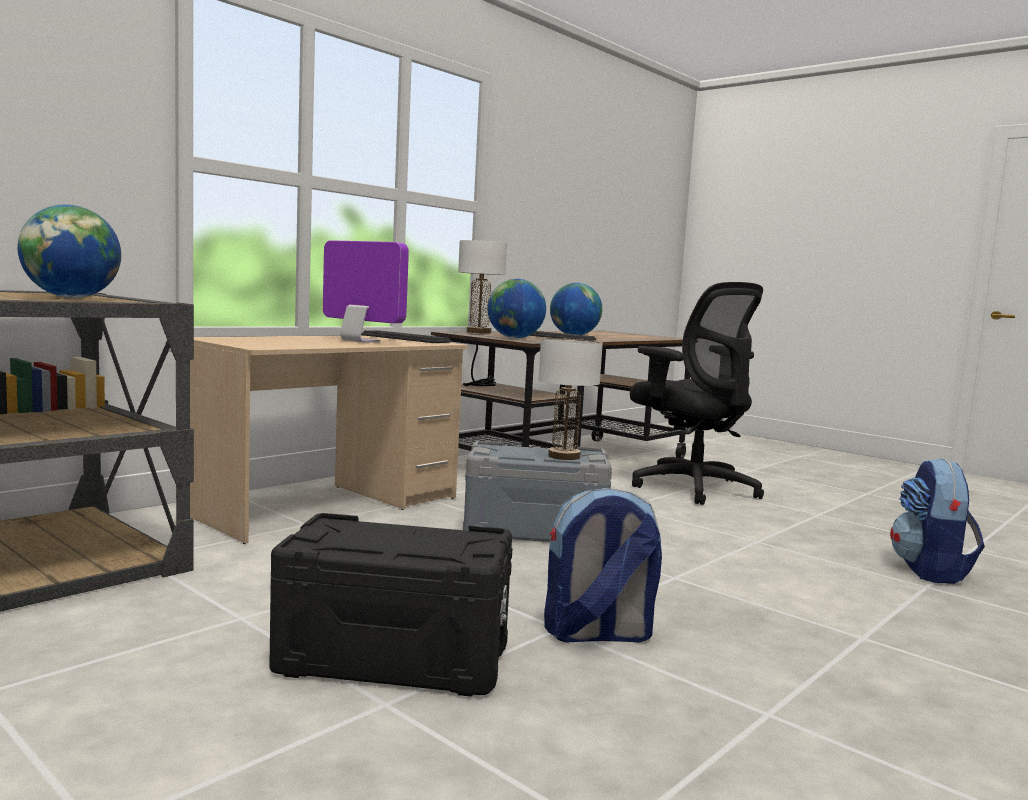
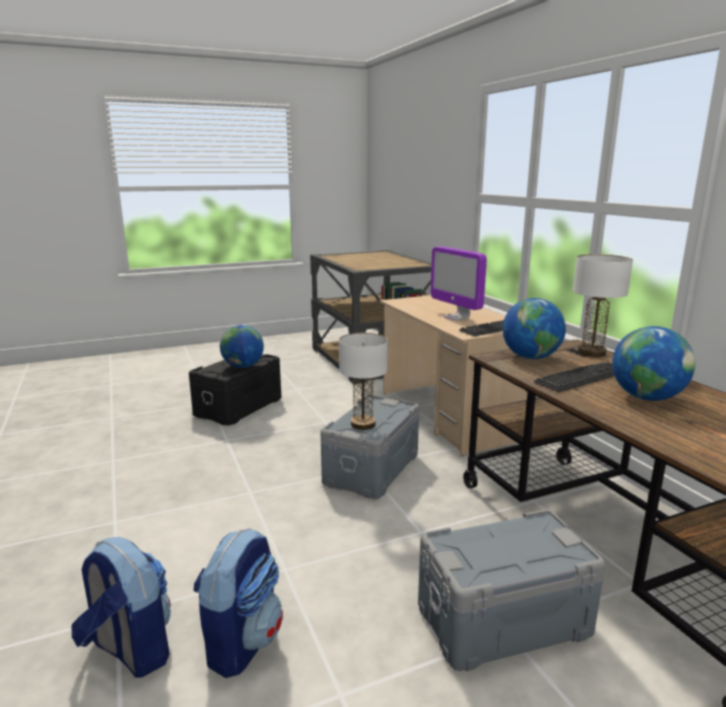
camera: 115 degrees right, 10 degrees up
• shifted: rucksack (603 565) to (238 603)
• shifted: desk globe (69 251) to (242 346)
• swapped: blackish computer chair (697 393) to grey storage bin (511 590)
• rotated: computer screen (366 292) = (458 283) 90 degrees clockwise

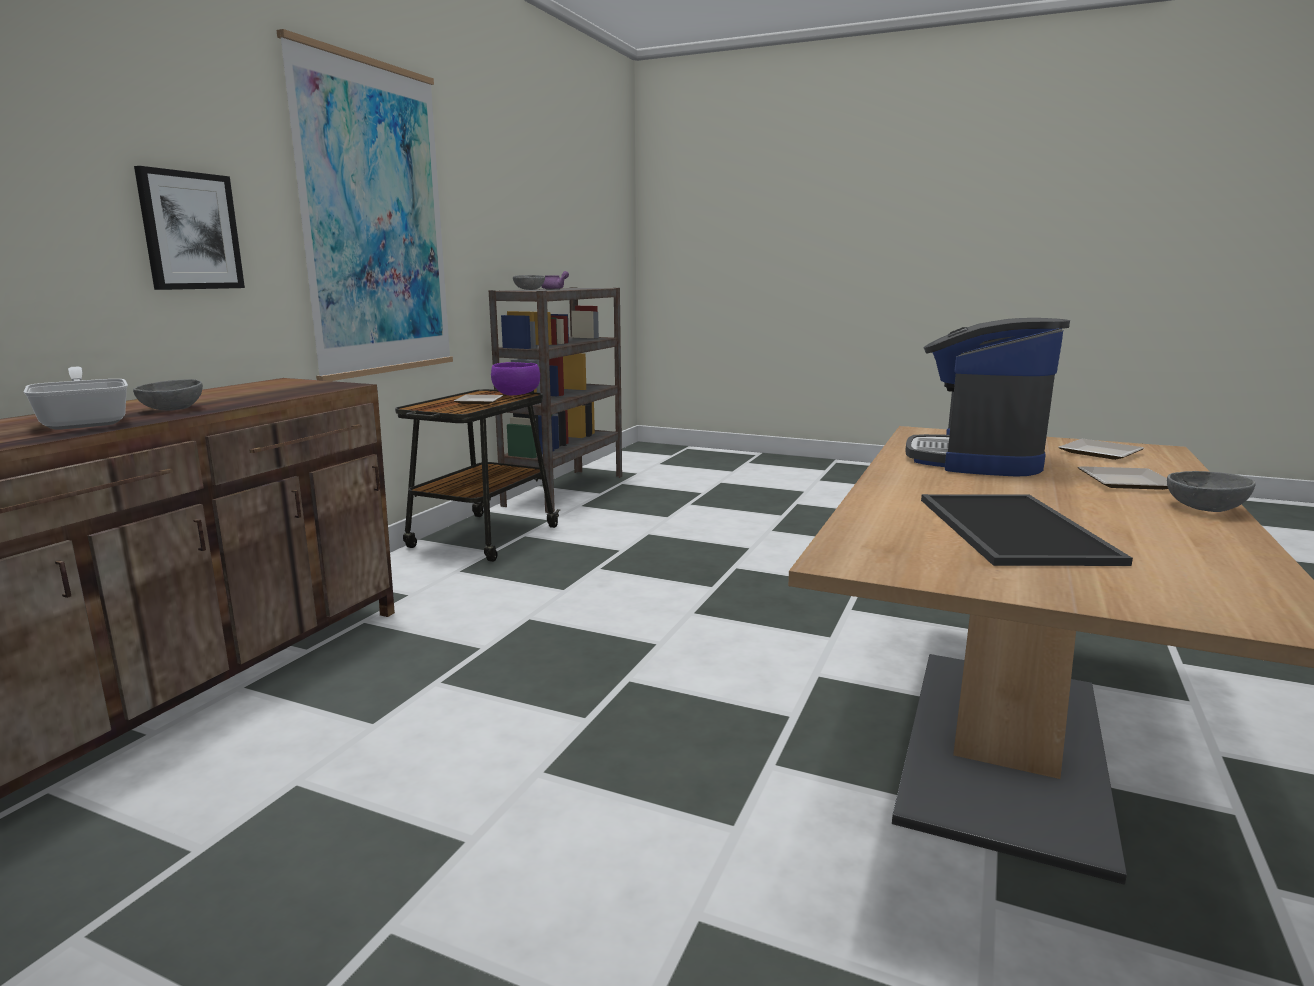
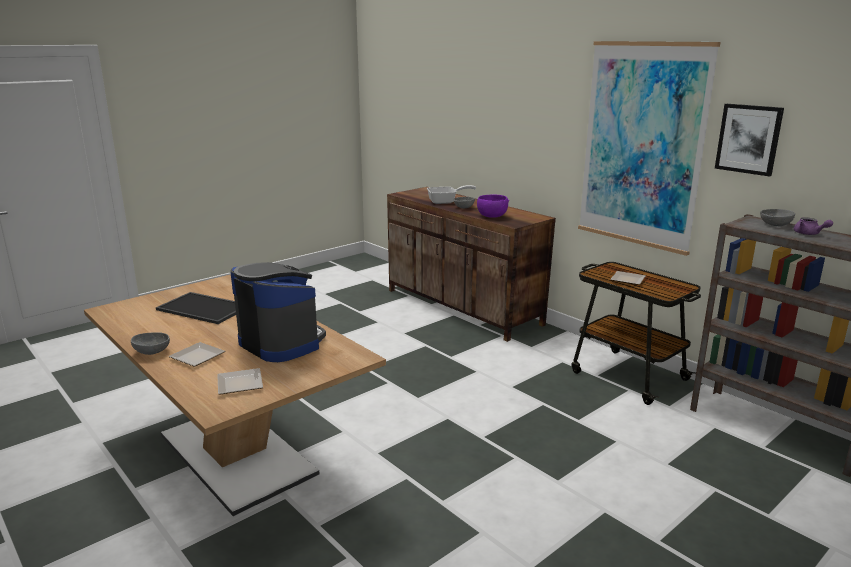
camera: 115 degrees right, 5 degrees up
• shifted: purple serving bowl (515 378) to (493 206)
• shifted: picture (189 228) to (749 140)

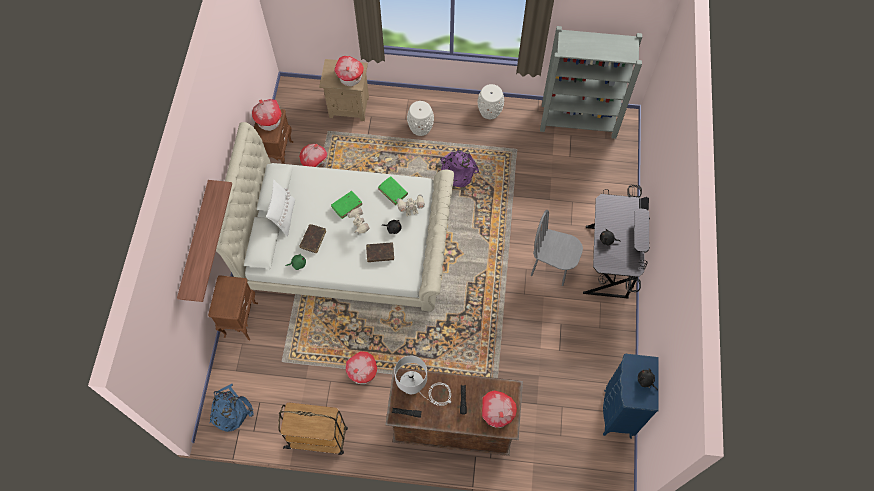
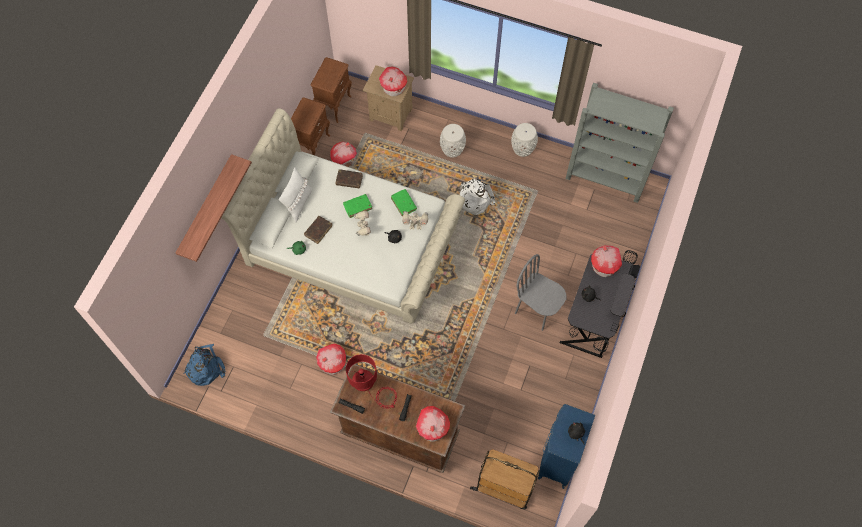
camera: 15 degrees right, 0 degrees up
• shifted: brownish bedside table (233 308) to (331 90)
• shifted: brownish book (380 252) to (349 179)
• repainted: whitish lamp for a table (422 381) to reddish lamp for a table (371 381)
• repainted: purple rucksack (459 168) to whitish rucksack (477 197)
• shifted: brownish trolley (313 428) to (505 479)
• shifted: toy house (267 115) to (606 261)

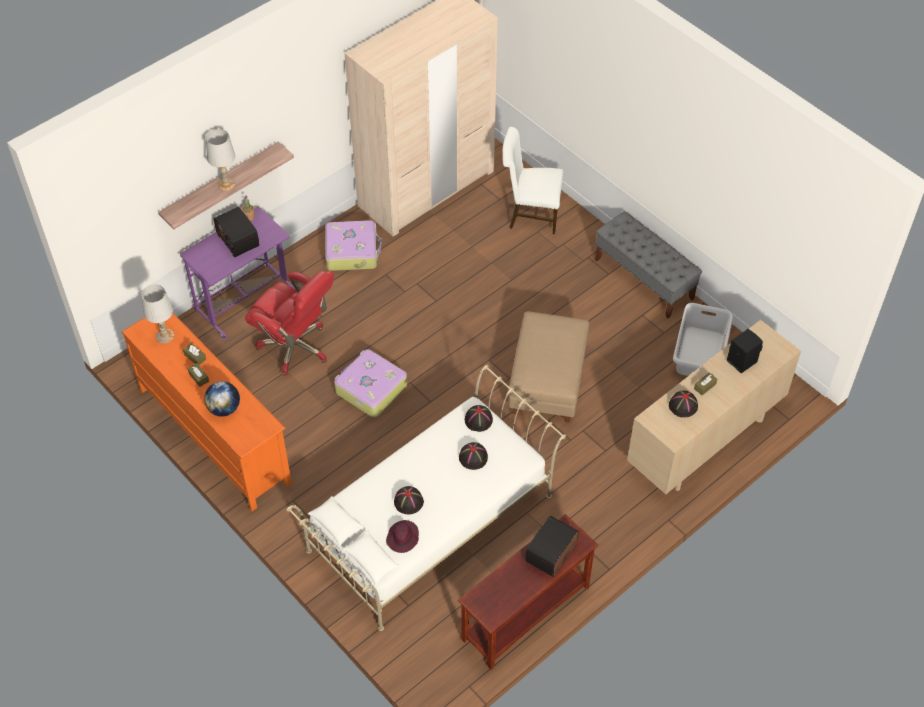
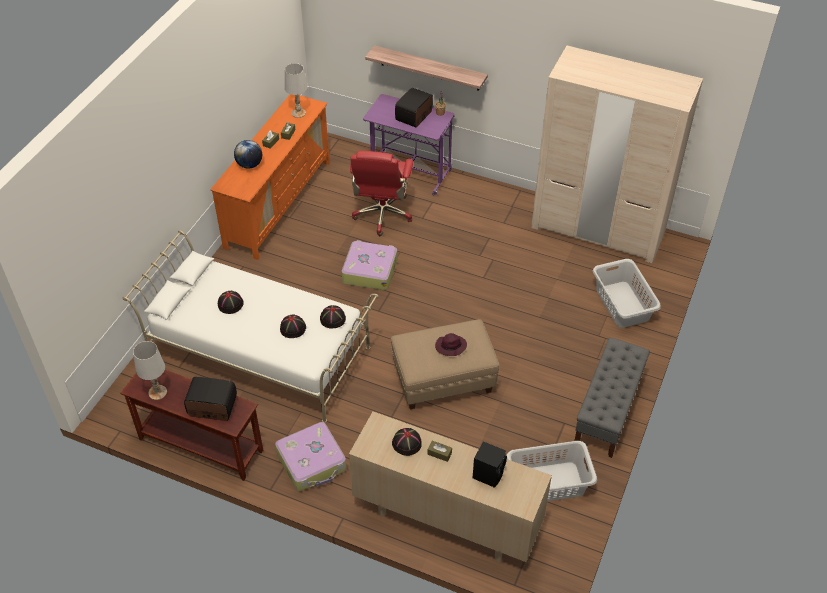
camera: 65 degrees right, 5 degrees down
• shifted: whitish lamp for a table (220 160) to (150 370)
• shifted: travel case (353 245) to (310 456)
• shifted: purple hat (402 536) to (451 344)
• swapped: whitish plain chair (533 180) to grey laundry basket (627 293)

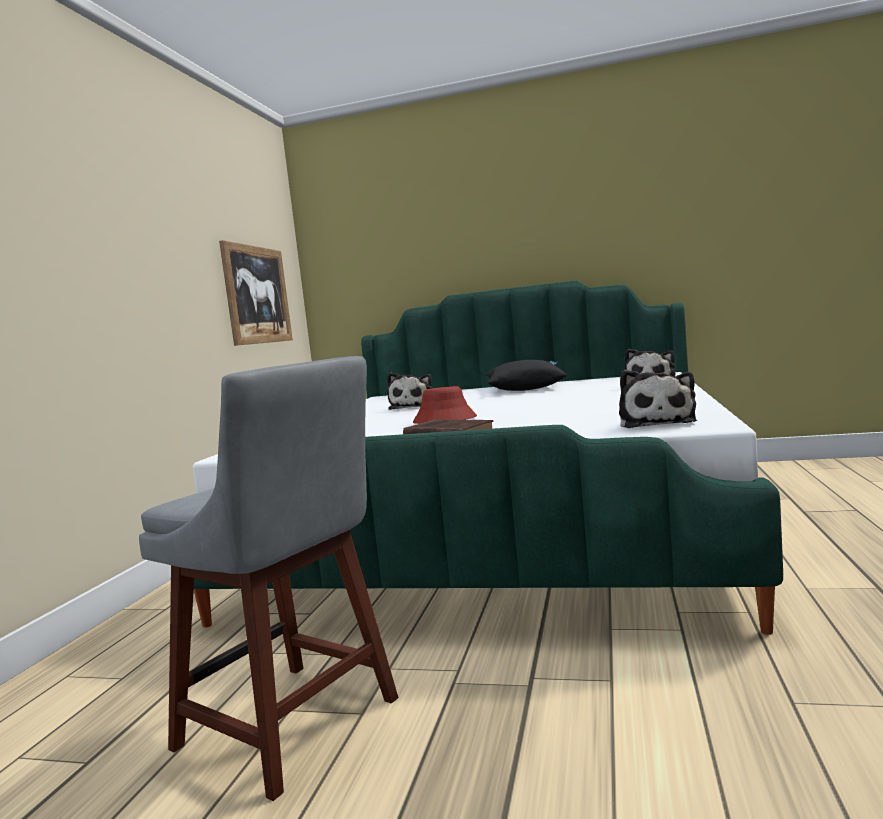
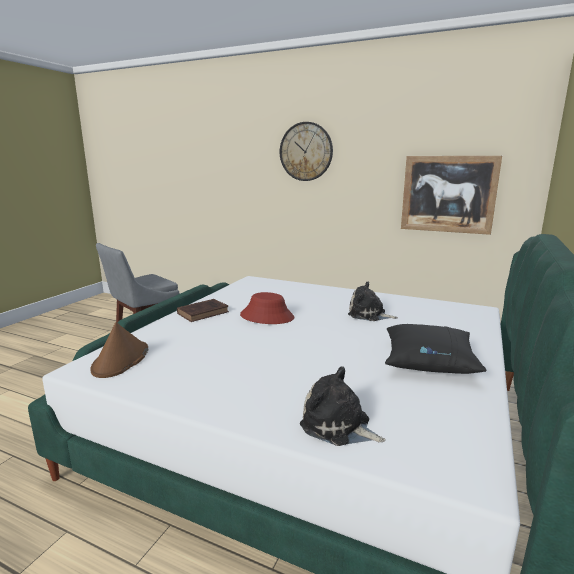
camera: 100 degrees right, 10 degrees up
• swapped: cuddly toy (658 399) to brownish hat (119 350)
• new: clock on the wall (306 151)

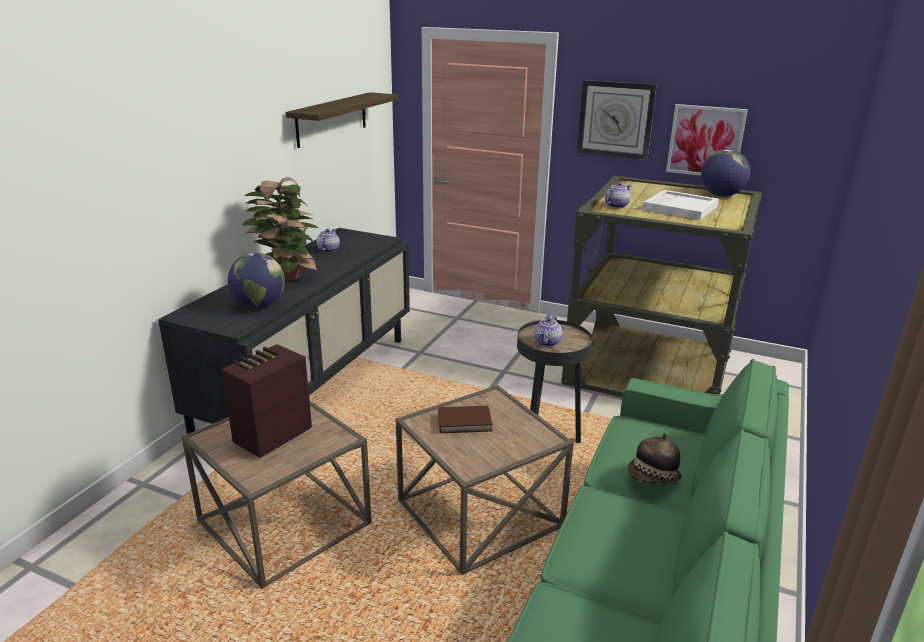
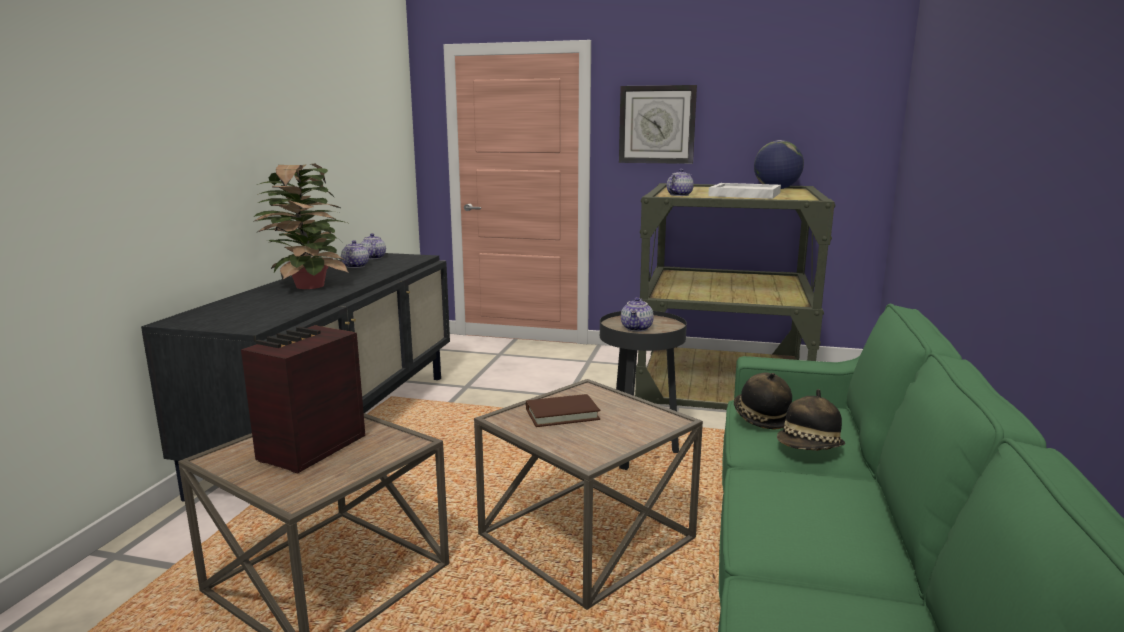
camera: 10 degrees left, 10 degrees down
• new: tea pot (373 246)
• new: hat (763 401)
• gone: desk globe (256 280)
• gone: wall shelf (342 120)
• gone: picture (707 140)

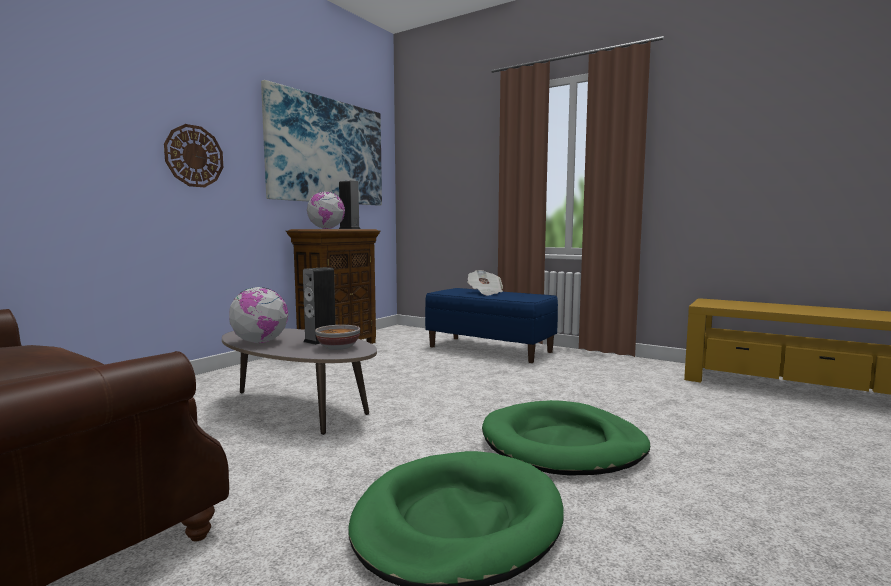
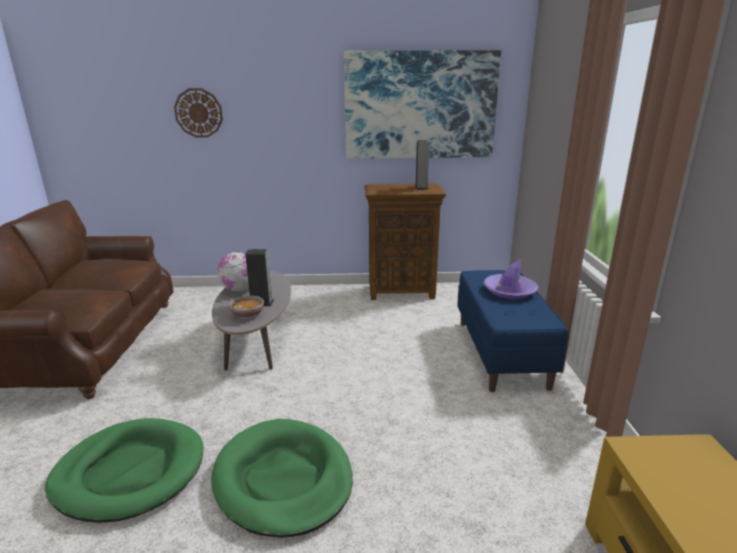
camera: 55 degrees right, 15 degrees up
• shifted: clock on the wall (193 155) to (198 113)
• swapped: printed paper (485 282) to purple hat (510 279)
• gone: desk globe (326 210)

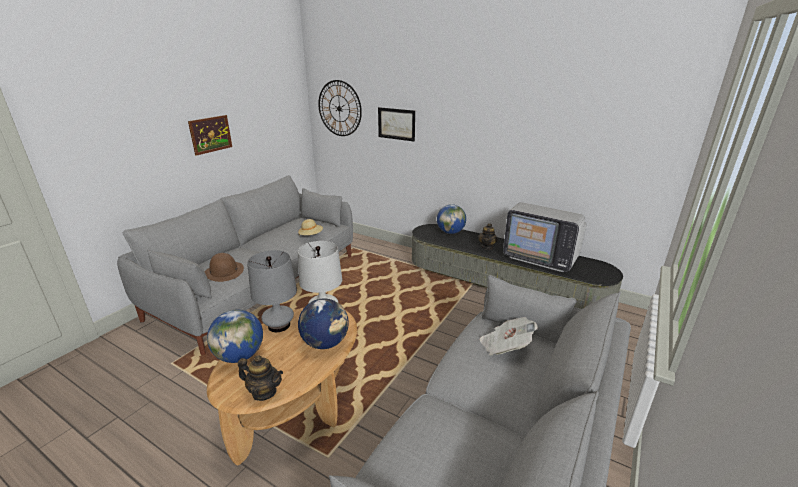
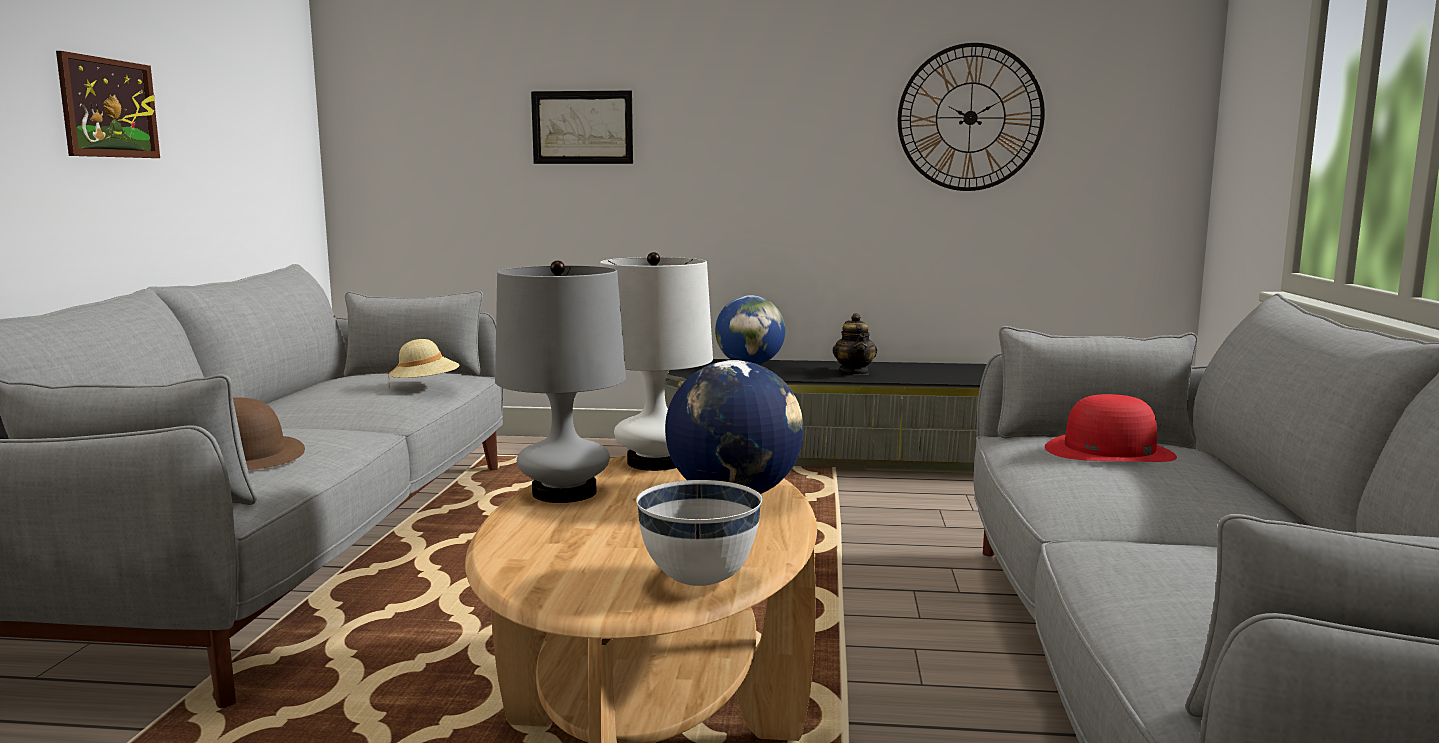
camera: 25 degrees left, 15 degrees down
• swapped: tea pot (260 378) to whitish serving bowl (699 533)
• shifted: clock on the wall (340 108) to (971 117)
• swapped: printed paper (509 336) to reddish hat (1111 428)
• gone: desk globe (235 336)
• gone: television (544 237)

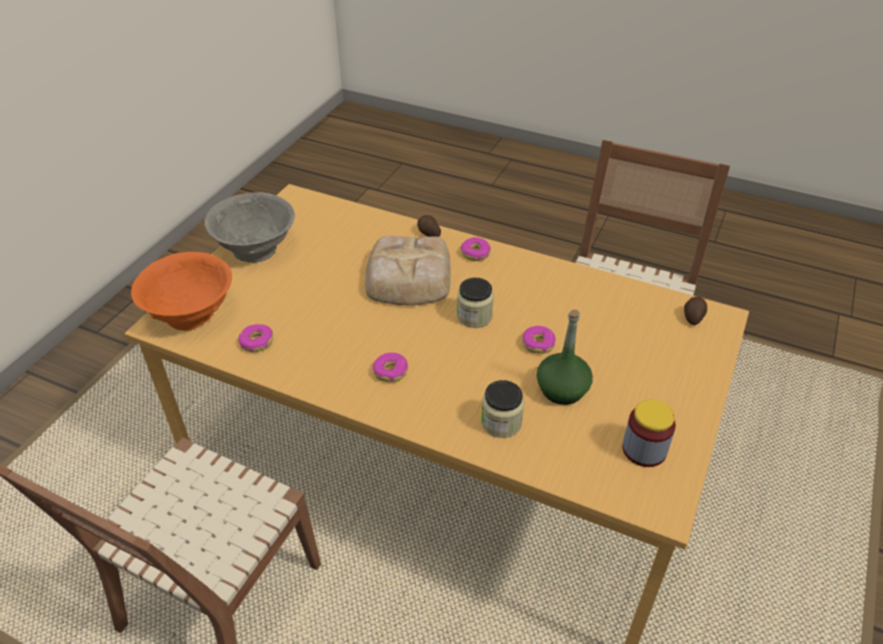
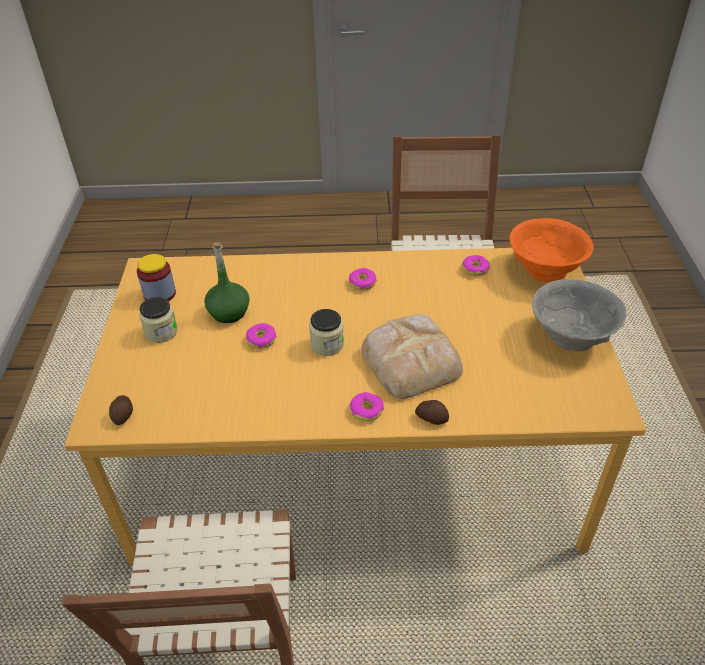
camera: 155 degrees right, 0 degrees up
• shifted: preserve jar (502 409) to (158 320)

